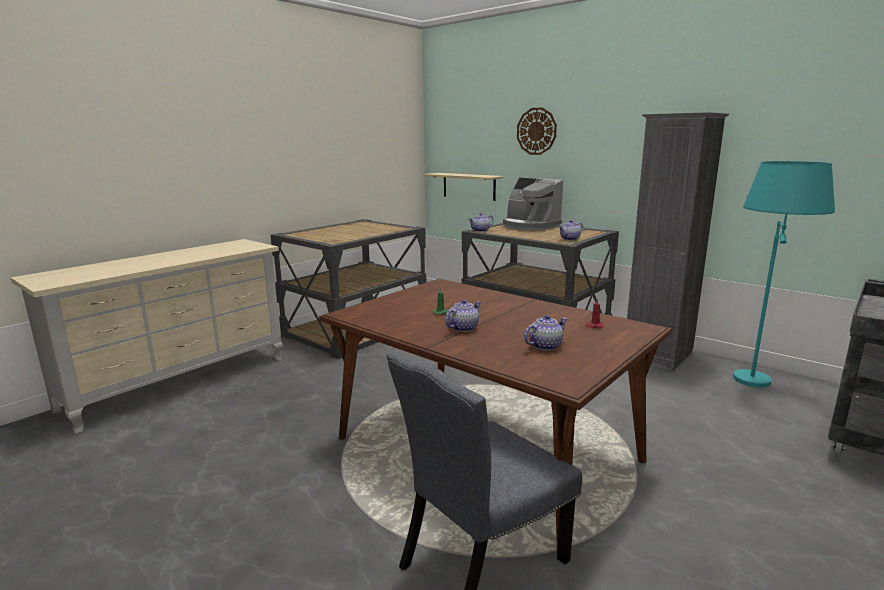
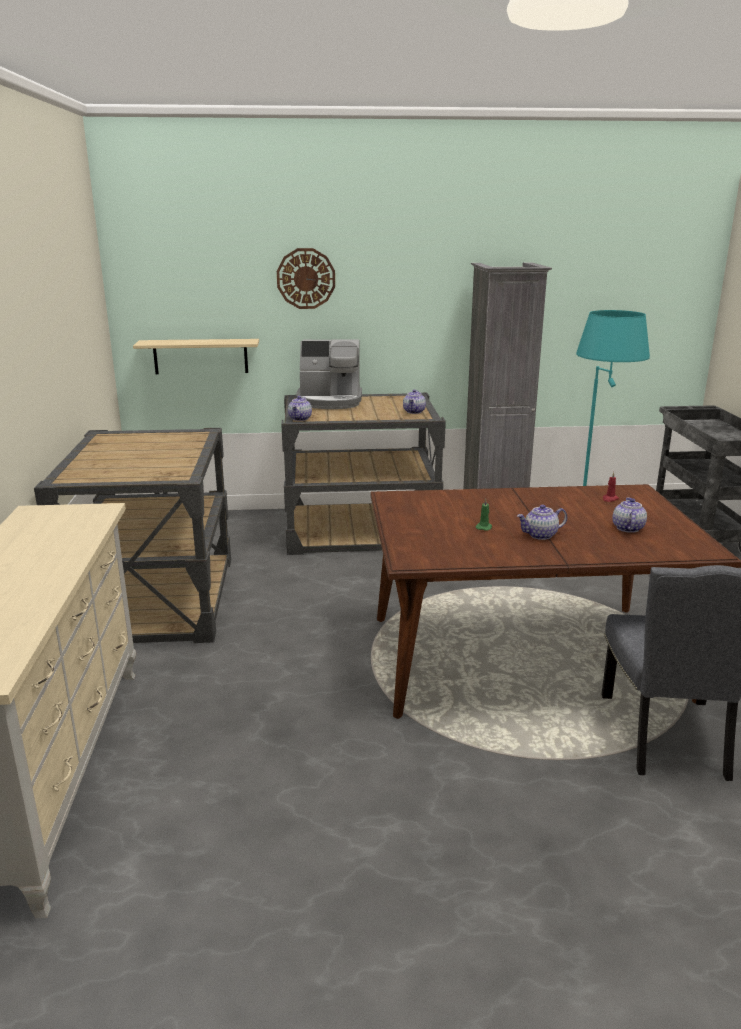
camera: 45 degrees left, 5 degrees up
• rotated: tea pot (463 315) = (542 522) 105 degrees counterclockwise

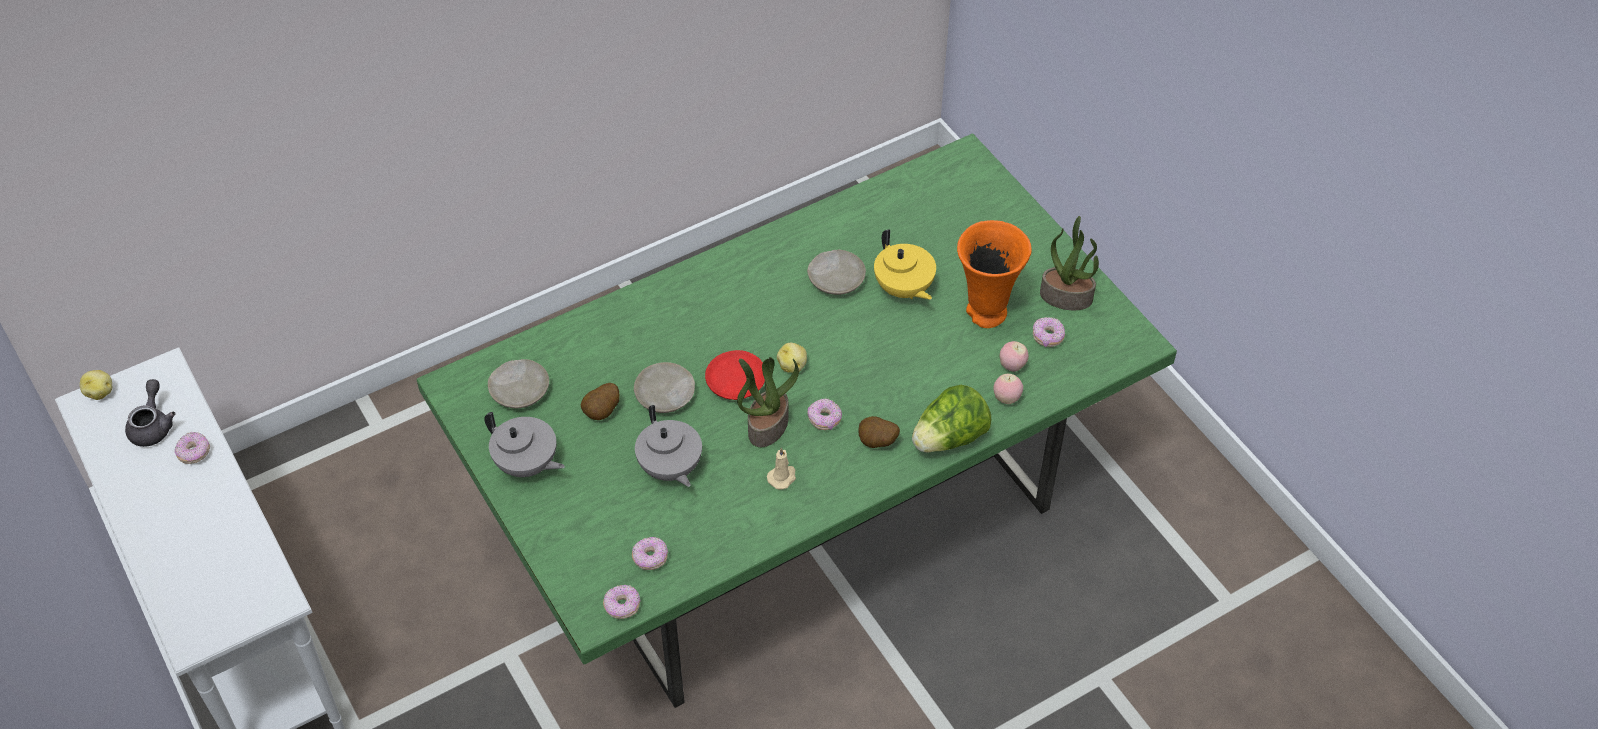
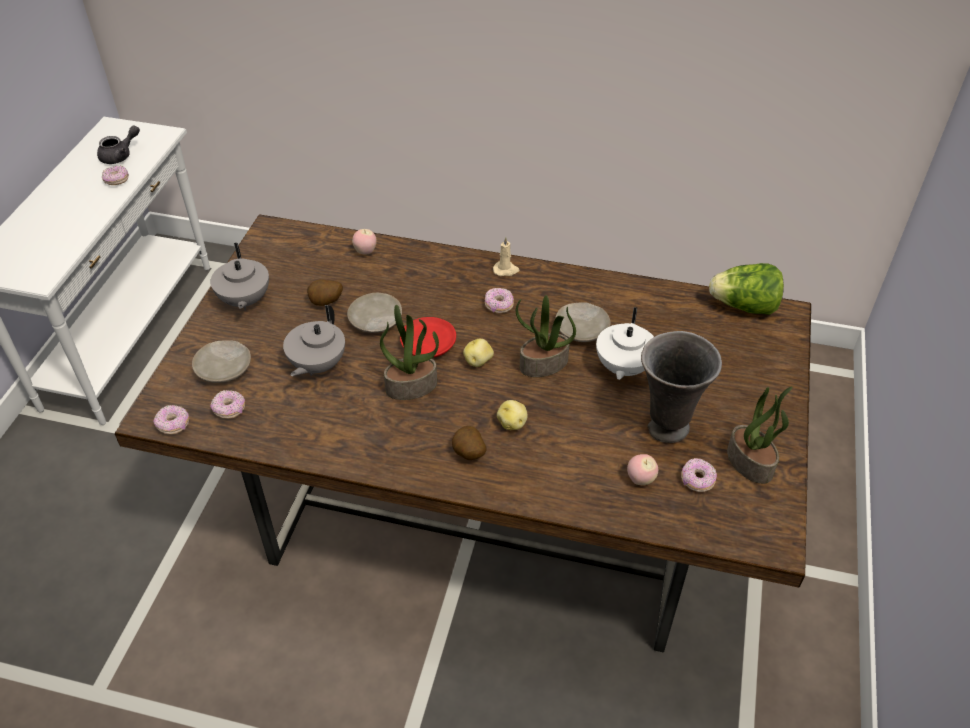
camera: 45 degrees right, 5 degrees down
• repainted: green dinner table (796 421) to brownish dinner table (463 433)
• shifted: beige dinner plate (518 383) to (221 361)
• shifted: whole apple (1008 389) to (364 242)
• shifted: ring doughnut (825 414) to (499 300)
• shifted: beige candle (781 468) to (506 256)
• shifted: whole potato (96 385) to (512 415)
• new: houseplant (546 336)
• repainted: yellow tea pot (905 264) to whitish tea pot (625 343)
• repainted: orangey vase (994 274) to grey vase (681 387)
• shifted: head of lettuce (951 419) to (746 289)

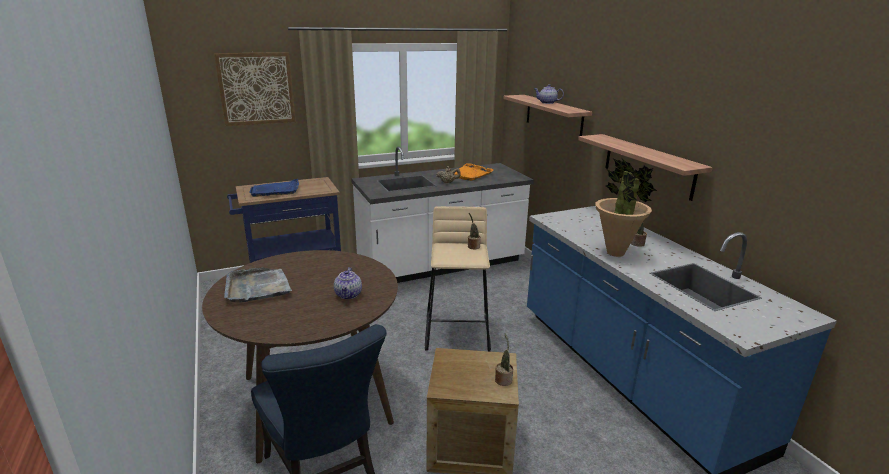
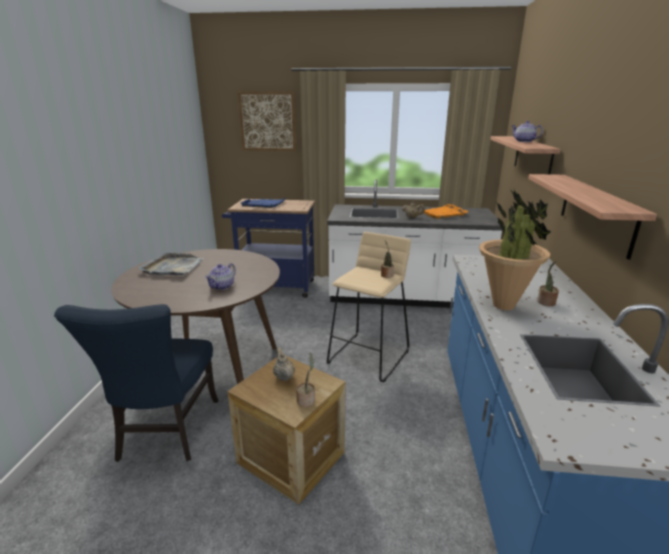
camera: 30 degrees right, 0 degrees up
• new: beige tea pot (284 364)

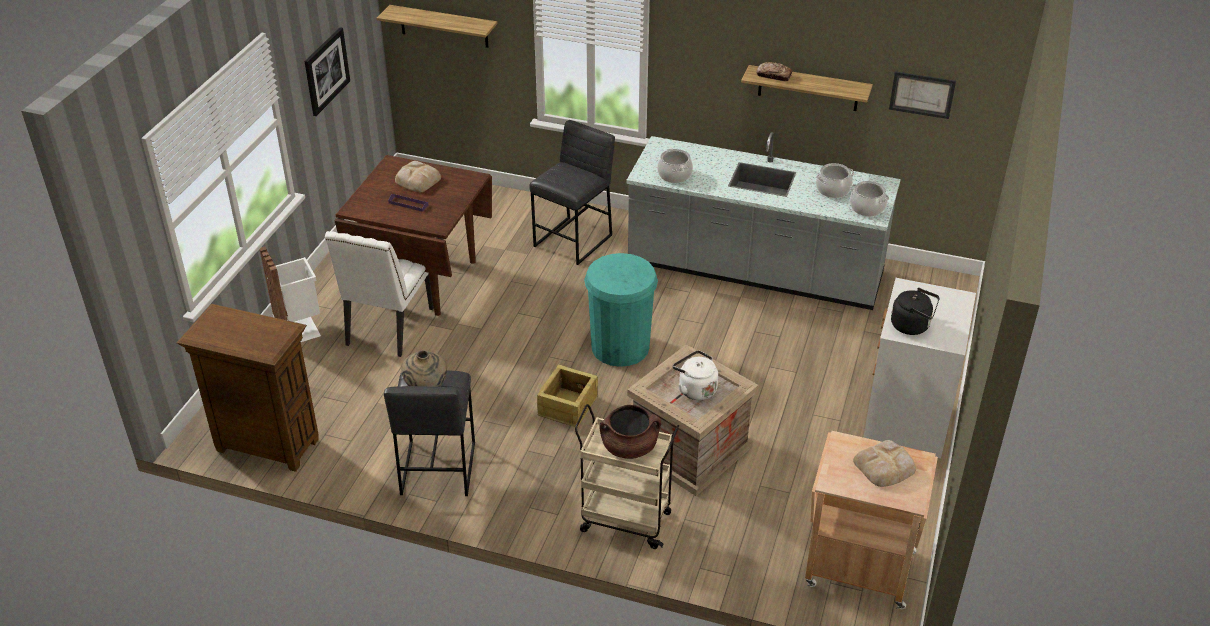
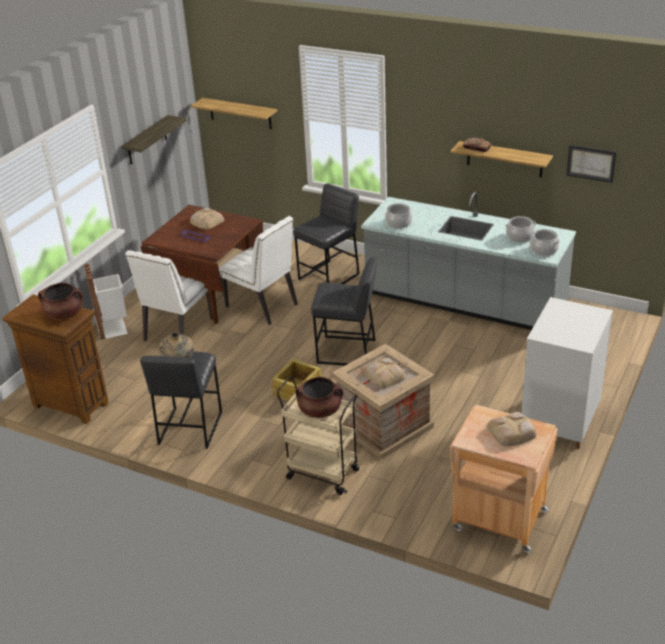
camera: 10 degrees right, 5 degrees down
• new: brownish cooking pot (60 301)
• swapped: picture (327 71) to wall shelf (154 139)
• new: whitish plain chair (258 270)
• swapped: blue-green trash can (621 310) to grey sitting stool (344 311)
• swapped: whitish water kettle (695 375) to bread (384 373)
• gone: blackish water kettle (915 311)

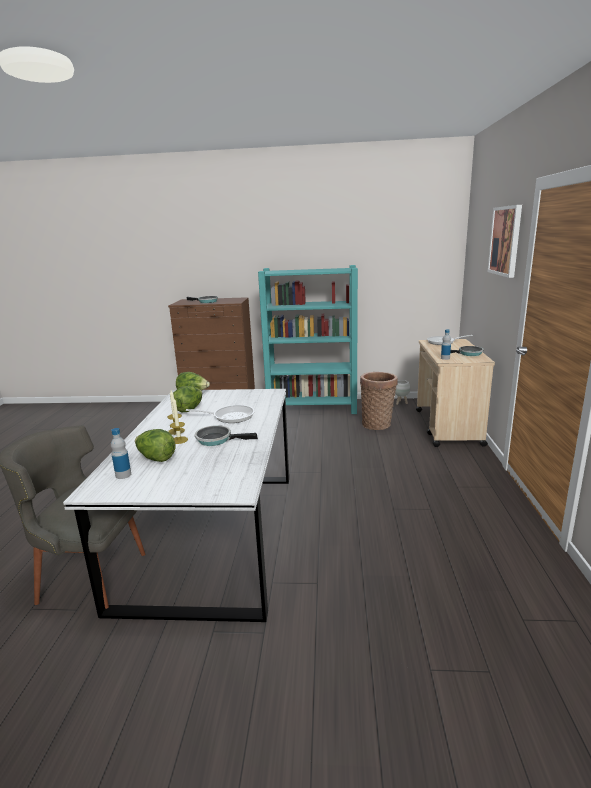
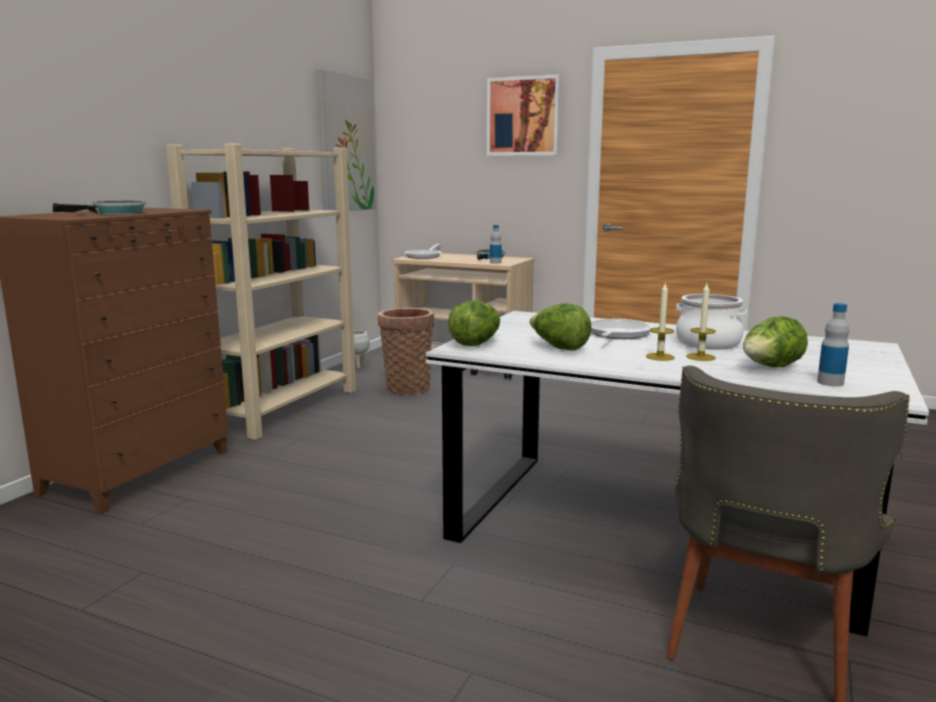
camera: 70 degrees left, 5 degrees down
• repainted: blue-green shelving unit (308 339) to beige shelving unit (261 291)
• new: picture (346 140)
• swapped: skillet (226 435) to cooking pot (711 322)

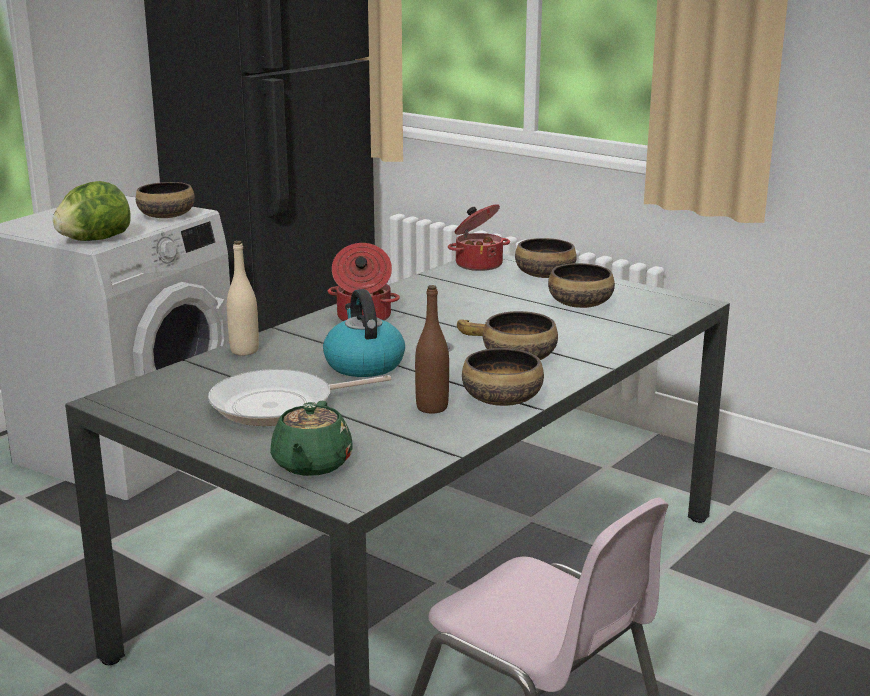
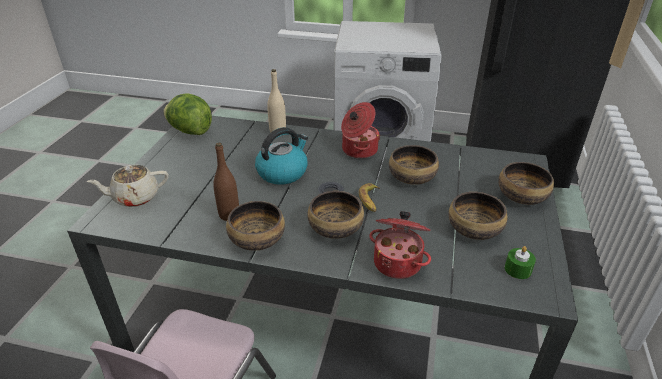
camera: 65 degrees right, 15 degrees up
• repainted: green tea pot (311 438) to beige tea pot (128 186)
• shifted: head of lettuce (92 211) to (187 114)
• shifted: cooking pot (479 237) to (400 245)
• shifted: serving bowl (165 200) to (414 165)
• new: green candle (520 262)
• gone: skillet (299 397)

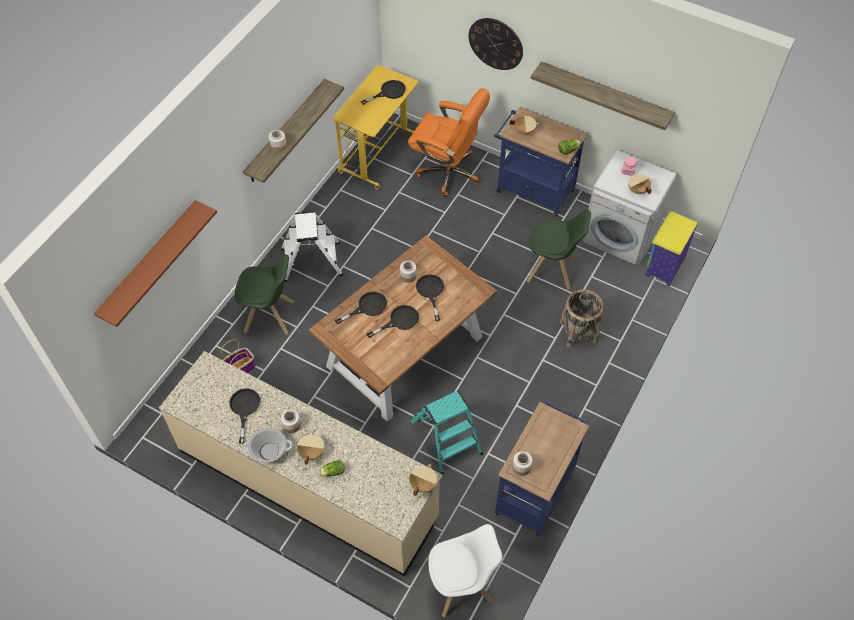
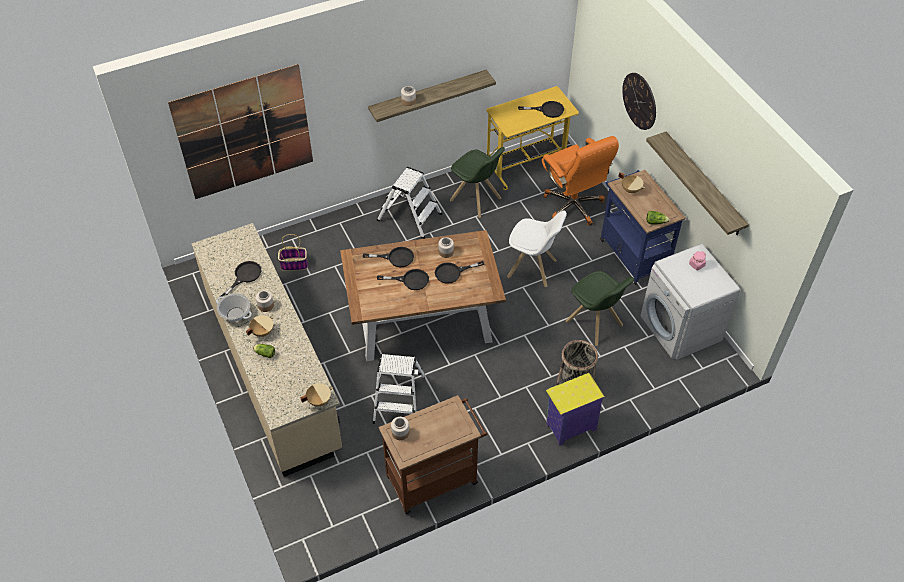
camera: 35 degrees right, 5 degrees down
• swapped: brownish wall shelf (155 263) to picture (240 131)
• repainted: blue-green step ladder (446 432) to whitish step ladder (399 389)
• repainted: bluish trolley (542 468) to brownish trolley (432 454)
• rotated: blackish skillet (430 297) = (459 272) 135 degrees counterclockwise
• shifted: green plain chair (264 294) to (477 182)
• shifted: whitish plain chair (465 570) to (537 249)
• shifted: bedside table (671 248) to (575 409)
• gone: beige cooking pot (640 183)

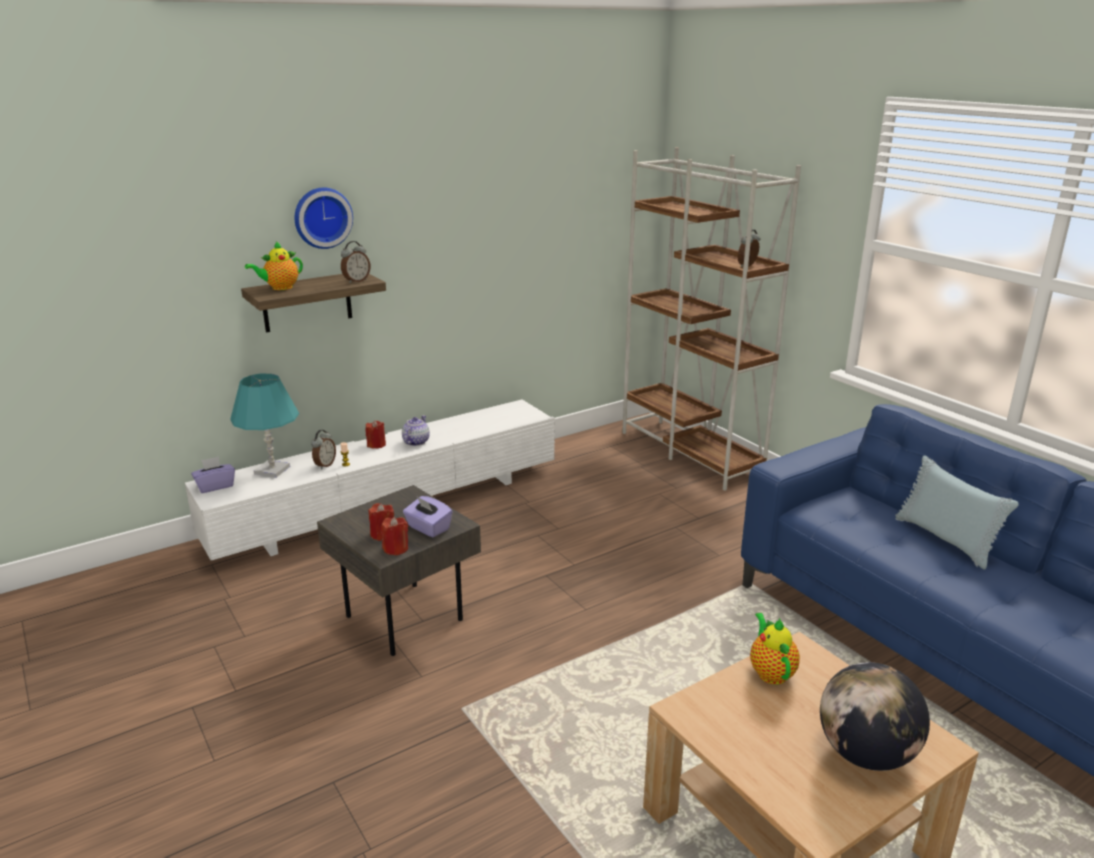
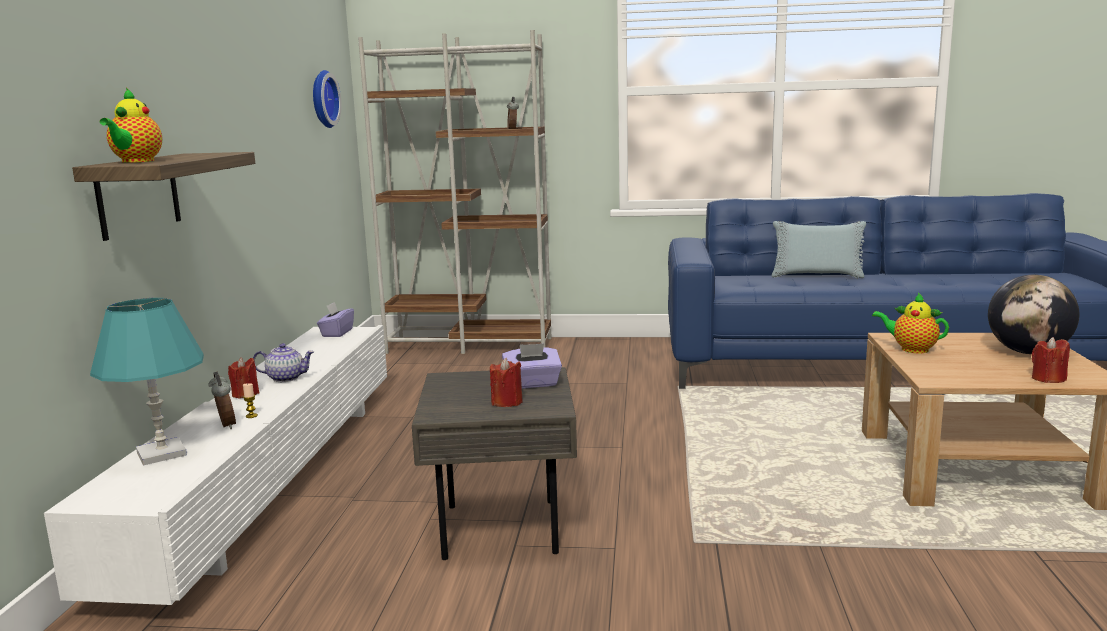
camera: 50 degrees left, 10 degrees down
• rotated: tea pot (416 430) = (283 362) 120 degrees clockwise
• shifted: clock on the wall (324 218) to (327 99)
• shifted: purple tissue holder (213 474) to (335 319)
• shifted: reddish candle (394 536) to (1051 360)
• gone: alarm clock (355 262)

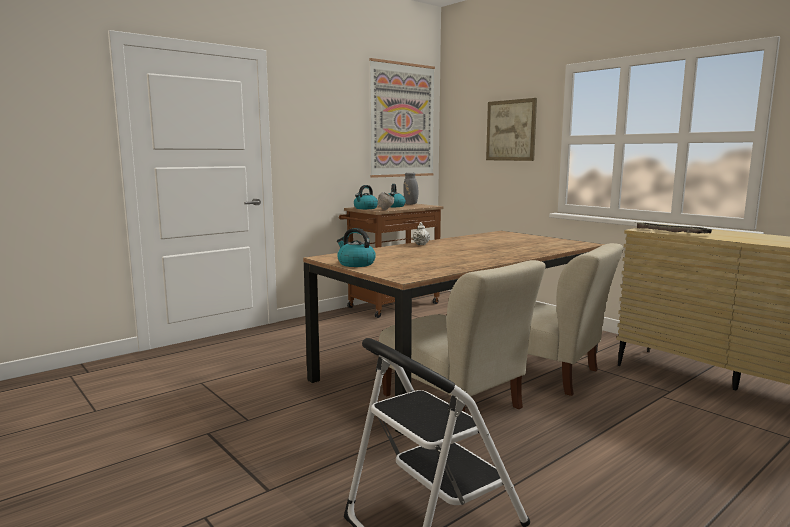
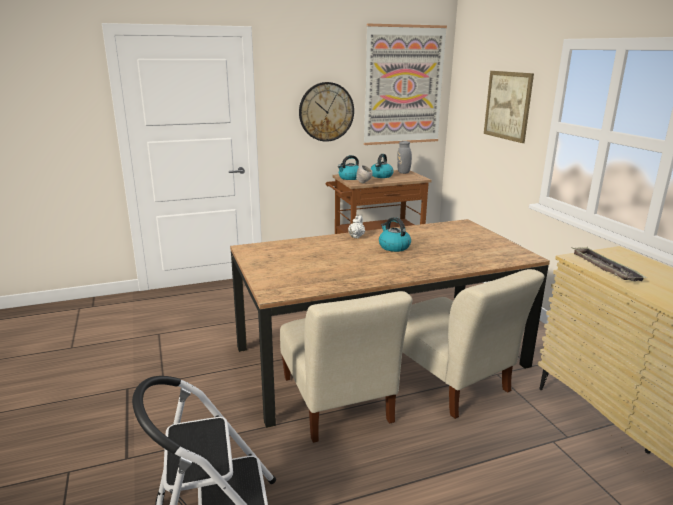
camera: 20 degrees right, 10 degrees up
• new: clock on the wall (326 112)
• shifted: water kettle (356 247) to (395 234)

